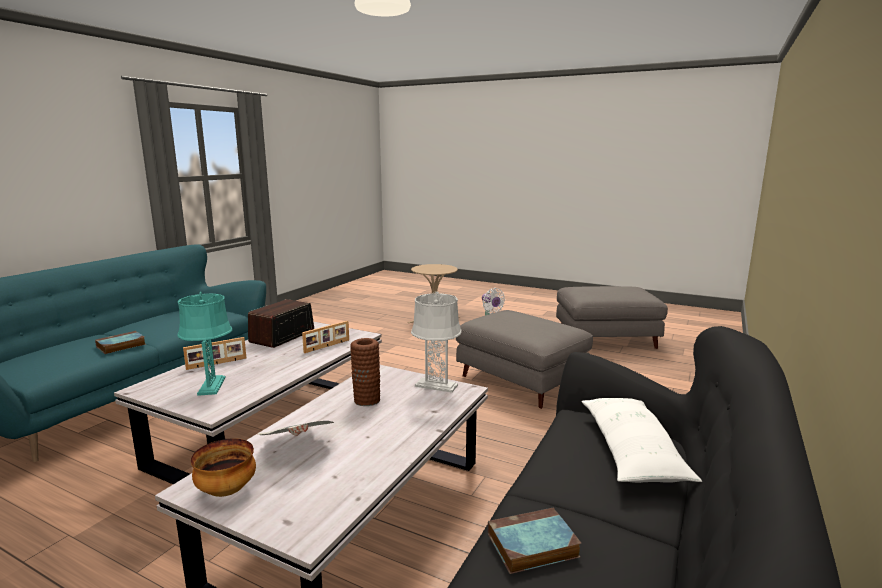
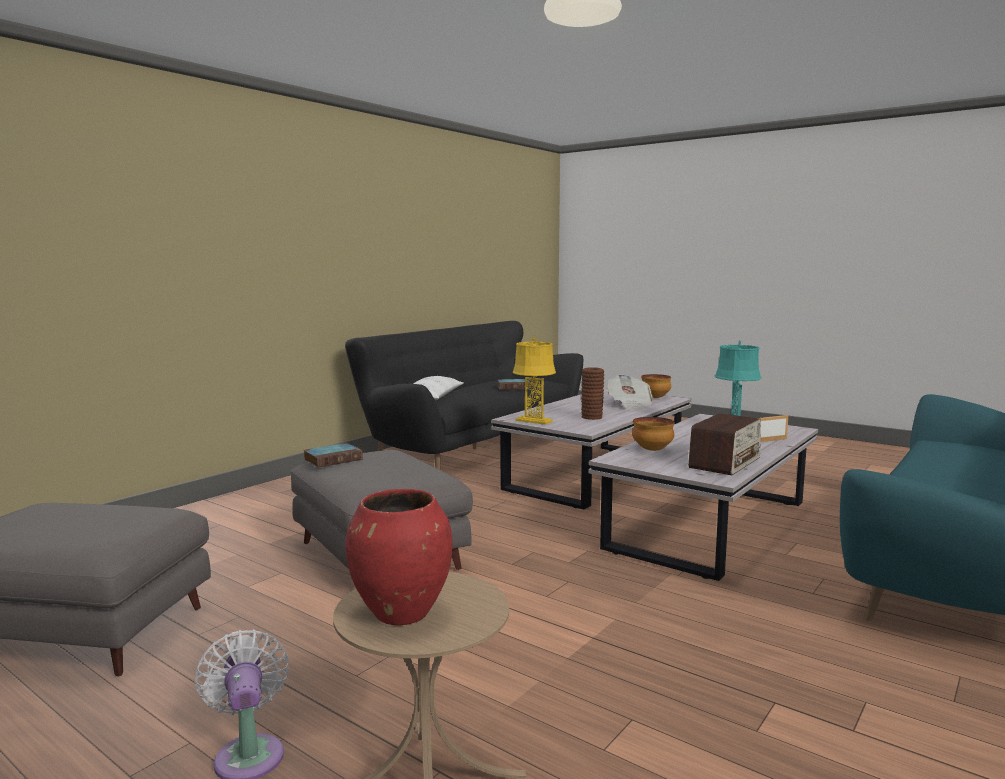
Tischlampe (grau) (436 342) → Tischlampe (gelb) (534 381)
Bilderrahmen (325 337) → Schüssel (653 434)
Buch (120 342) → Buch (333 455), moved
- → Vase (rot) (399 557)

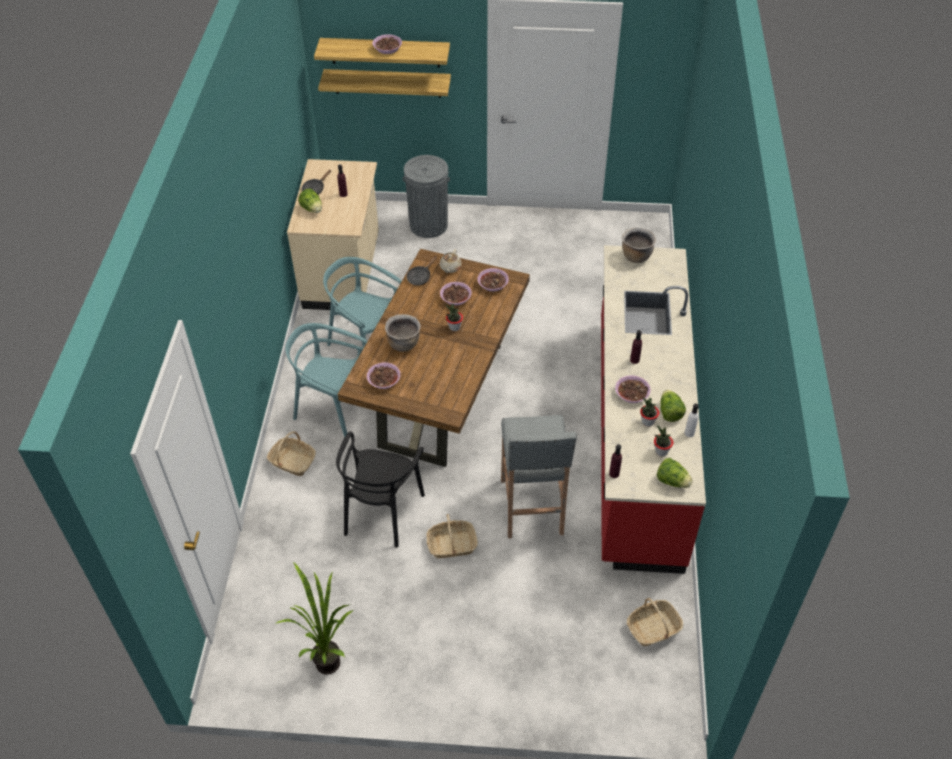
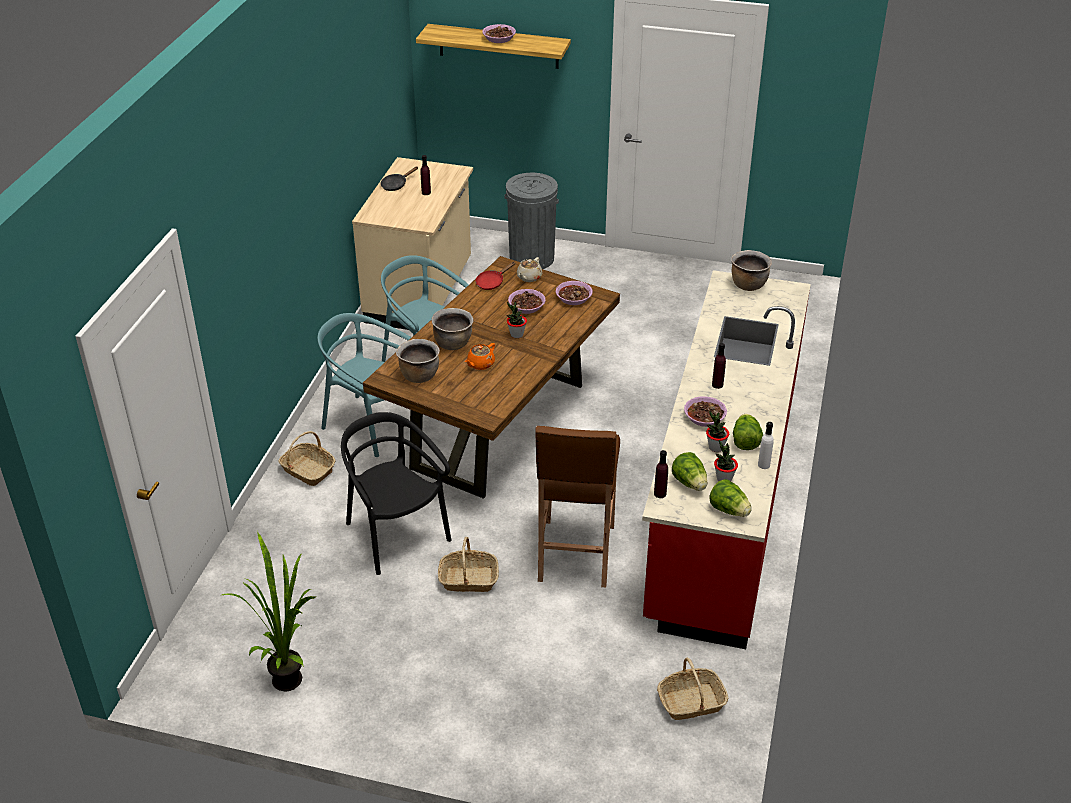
Wandregal (384 83) → -
Salatkopf (310 200) → Salatkopf (690 471), moved
Pfanne (schwarz) (422 271) → Pfanne (rot) (495 276)
Schüssel (384 375) → Kochtopf (braun) (418 361)
Hocker (grau) (539 476) → Hocker (braun) (577 507)
Stuhl (schwarz) (380 490) → Stuhl (schwarz) (396 493), 120 degrees clockwise
- → Teekanne (orange) (480 356)

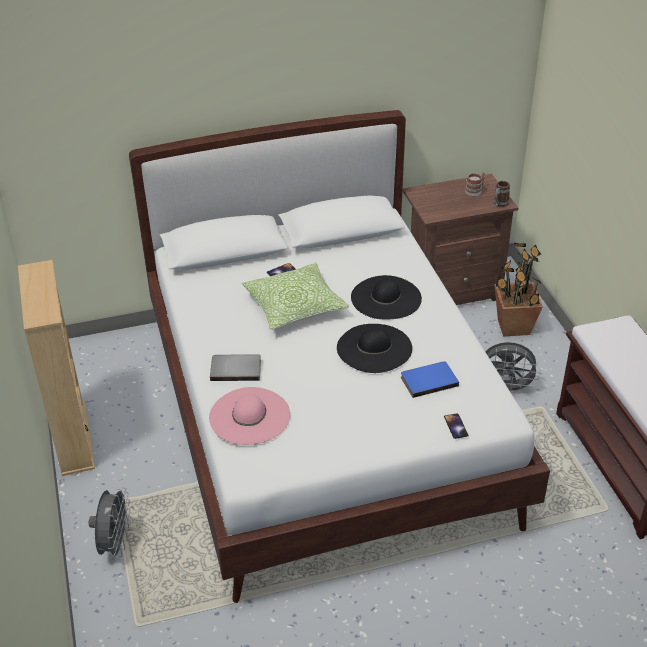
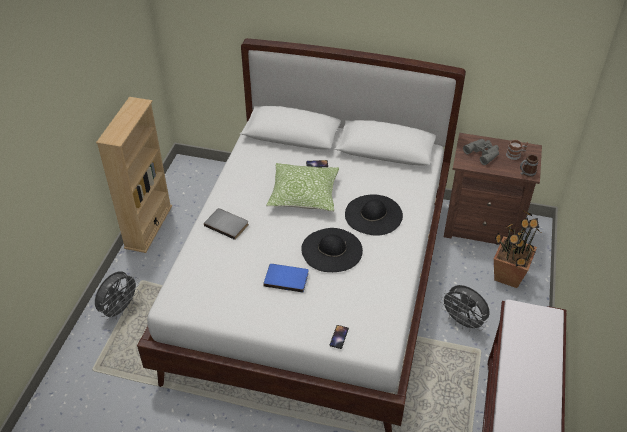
Buch (blau) (430 379) → Buch (blau) (286 278), moved
Hut (rosa) (249 416) → -
- → Fernglas (grau) (481 152)

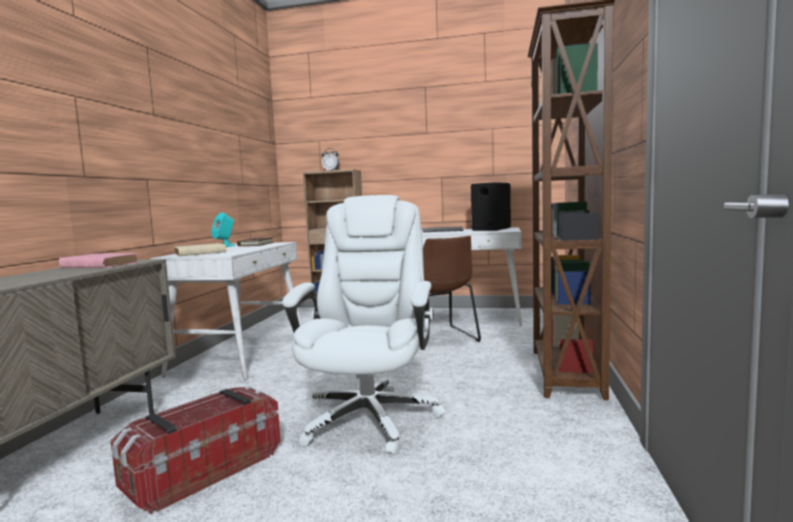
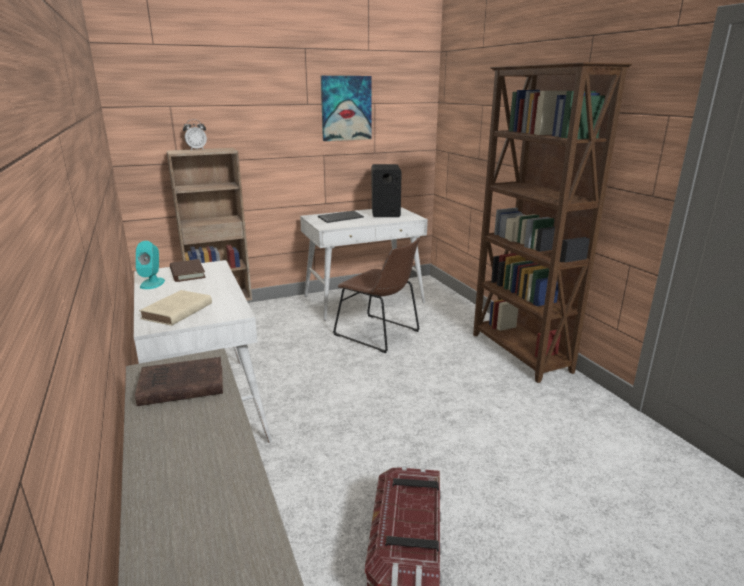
Bürostuhl (weiß) (363 325) → -
Buch (rosa) (99 260) → Buch (braun) (179 381)
- → Bild (346 108)

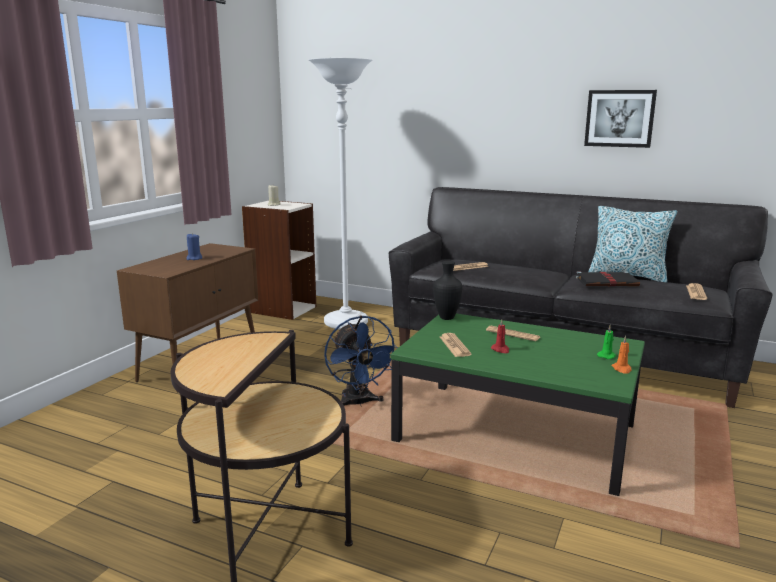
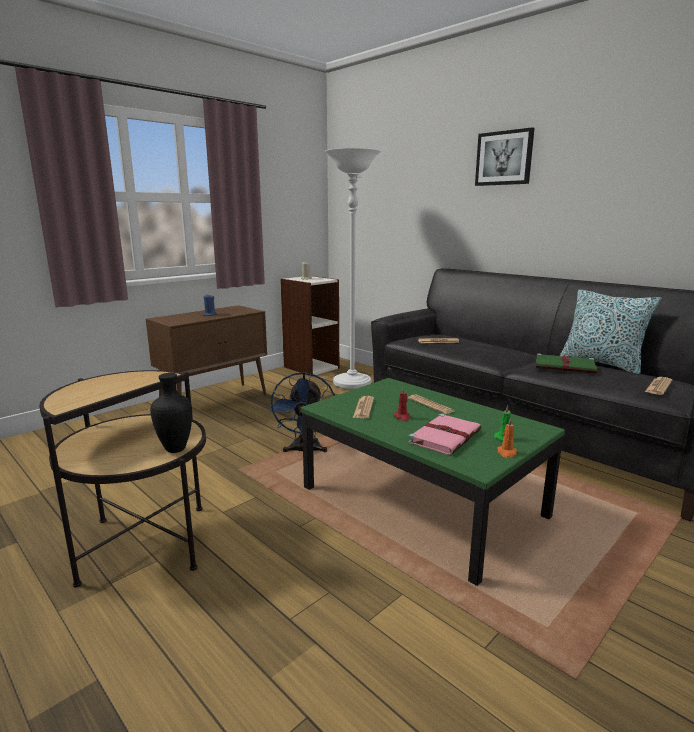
Bild (620 119) → Bild (504 156), moved
Vase (schwarz) (447 290) → Vase (schwarz) (171 413), moved
Buch (schwarz) (608 278) → Buch (grün) (567 363)
- → Buch (rosa) (445 434)

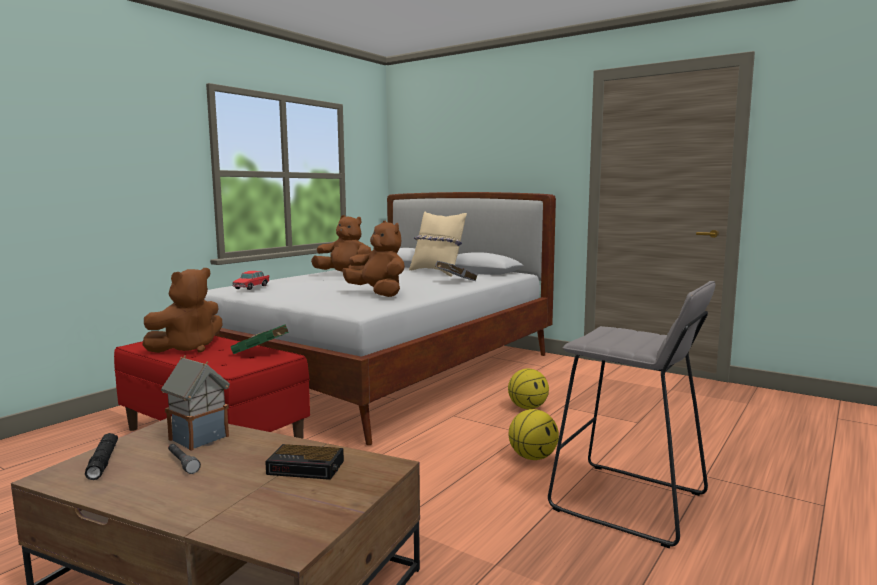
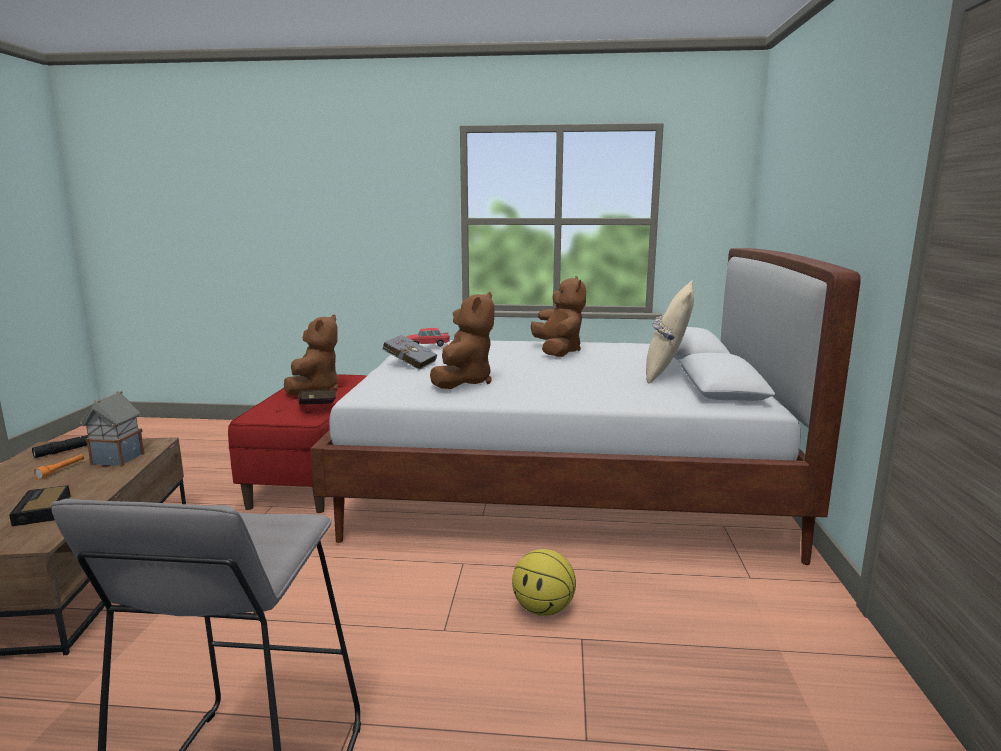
Buch (grau) (456 271) → Buch (grau) (409 352), moved
Plüschtier (braun) (182 310) → Plüschtier (braun) (311 355), 90 degrees counterclockwise
Buch (grün) (259 339) → Buch (rot) (317 397)
Basketball (534 434) → -
Taschenlampe (grau) (184 459) → Taschenlampe (orange) (59 466)

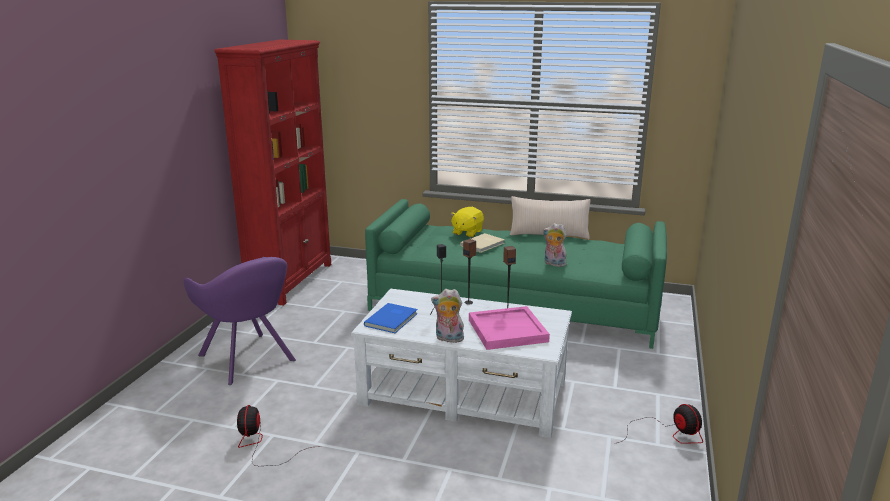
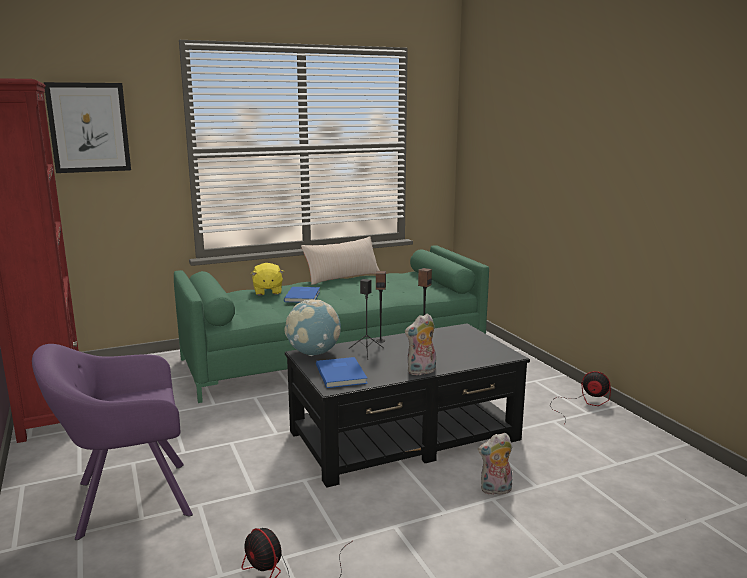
Plüschtier (555 245) → Plüschtier (495 464), moved
Buch (beige) (482 243) → Buch (blau) (302 294)
Sessel (lila) (239 321) → Sessel (lila) (112 442), 150 degrees clockwise
Couchtisch (weiß) (461 363) → Couchtisch (schwarz) (407 406)
Tablett (rosa) (509 328) → -
- → Bild (87 127)
- → Globus (313 327)

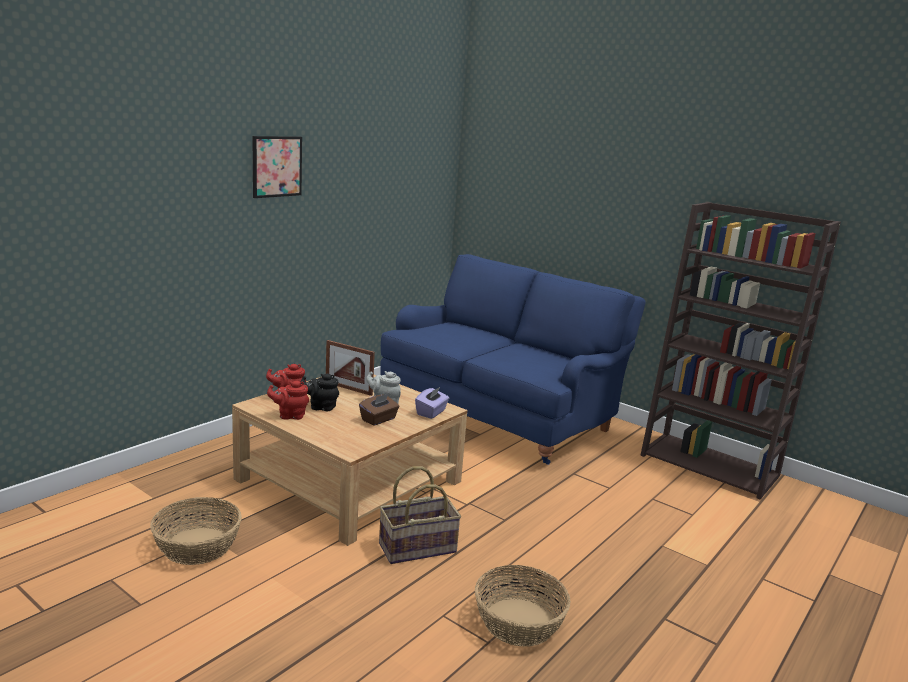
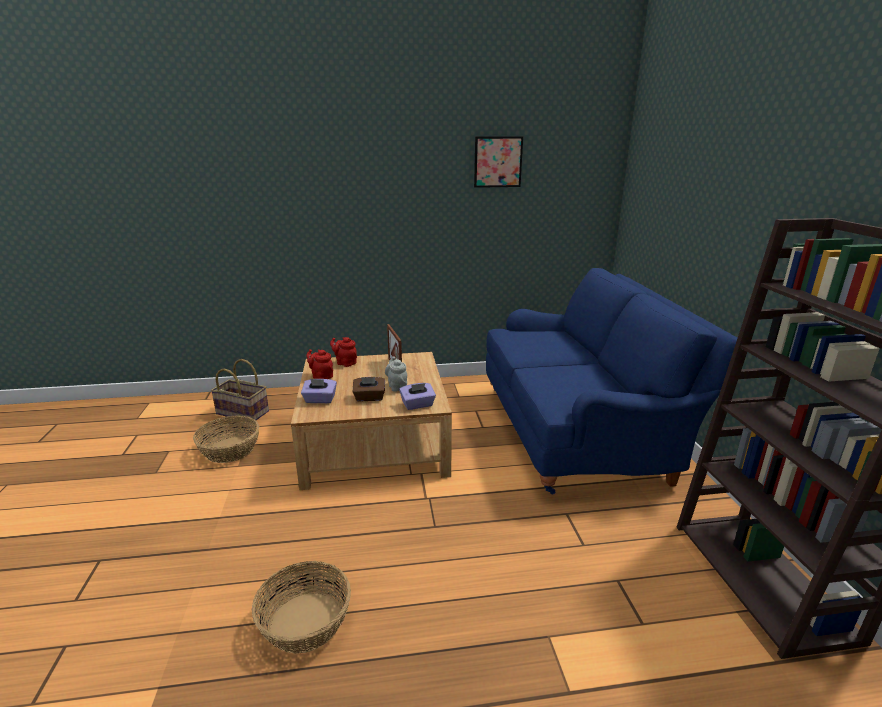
Bild (277 167) → Bild (498 162), moved
Teekanne (schwarz) (319 392) → -
Korb (420 515) → Korb (240 390), moved
- → Taschentuchbox (lila) (319 391)

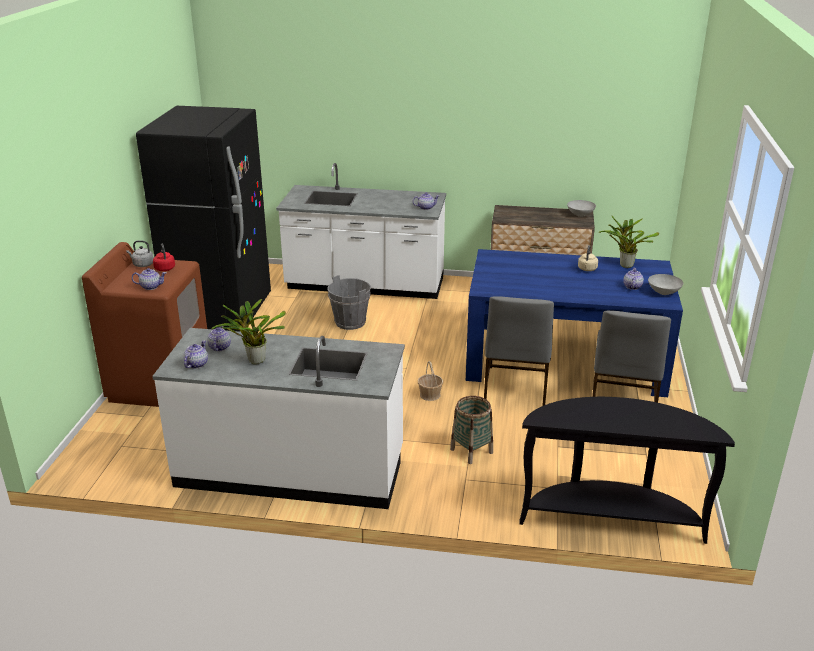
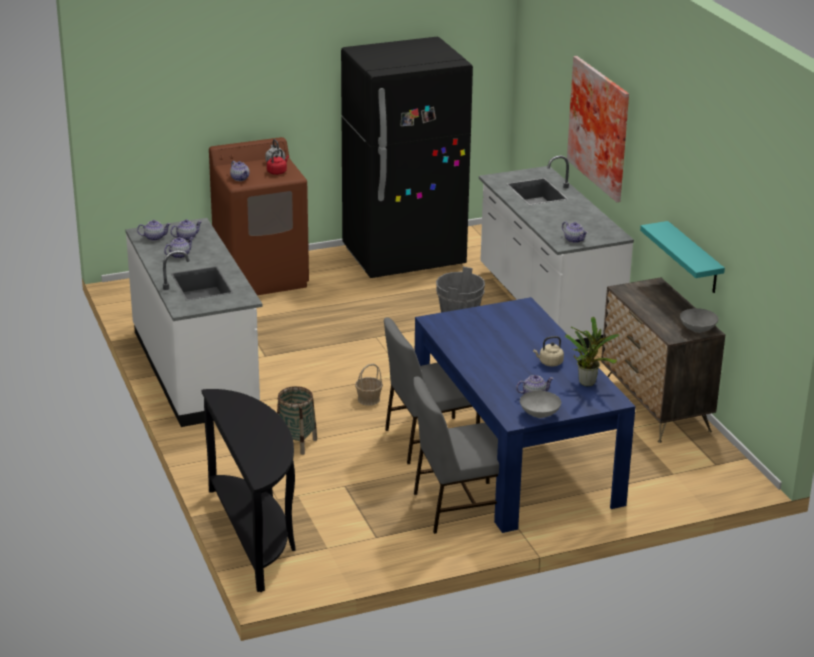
Topfpflanze (249 331) → Teekanne (178 248)
- → Bild (598 129)
- → Wandregal (türkis) (682 257)

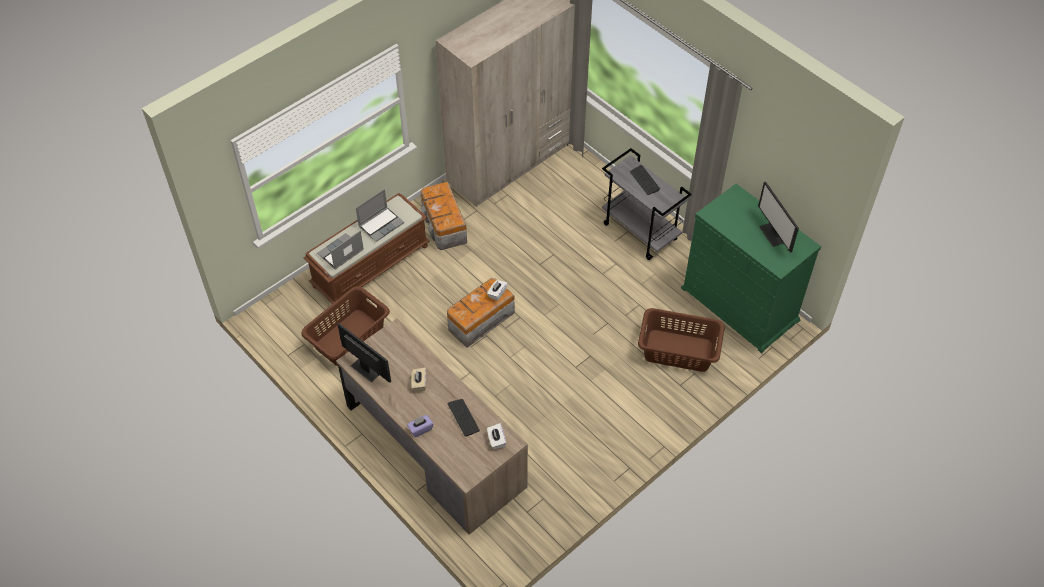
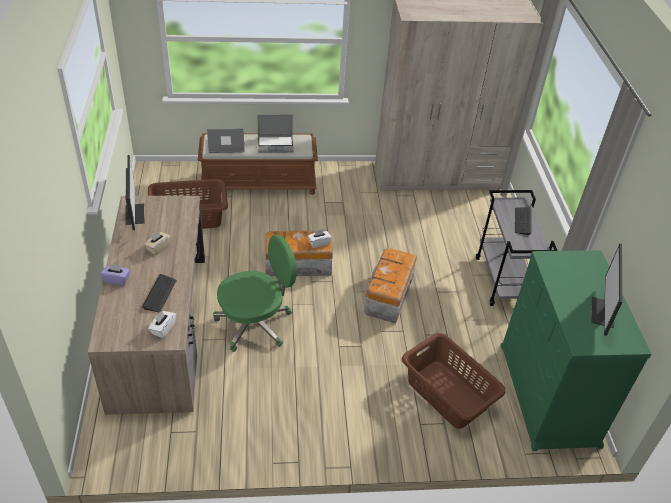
Aufbewahrungsbox (443 216) → Aufbewahrungsbox (390 285), moved
- → Bürostuhl (grün) (255 293)

